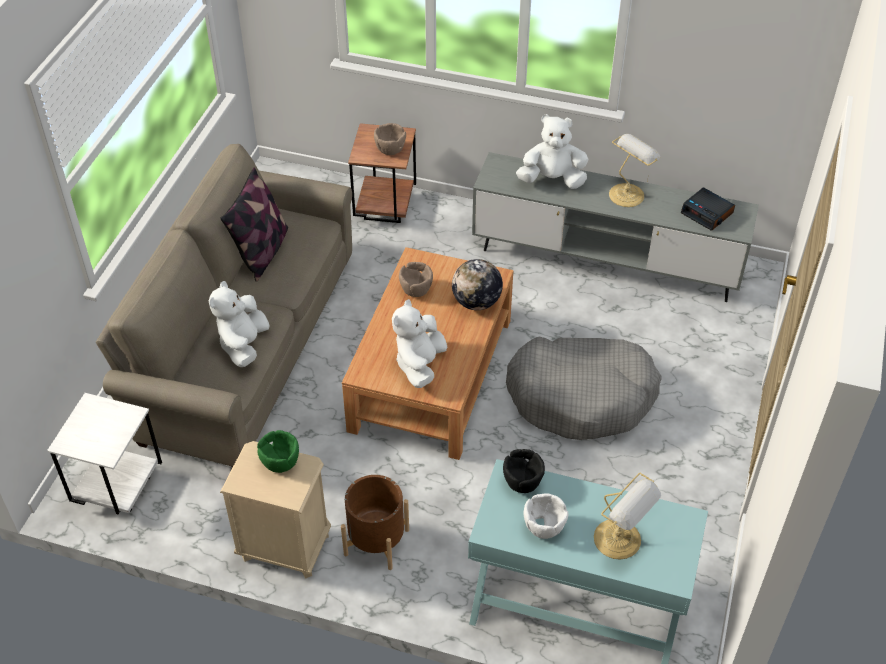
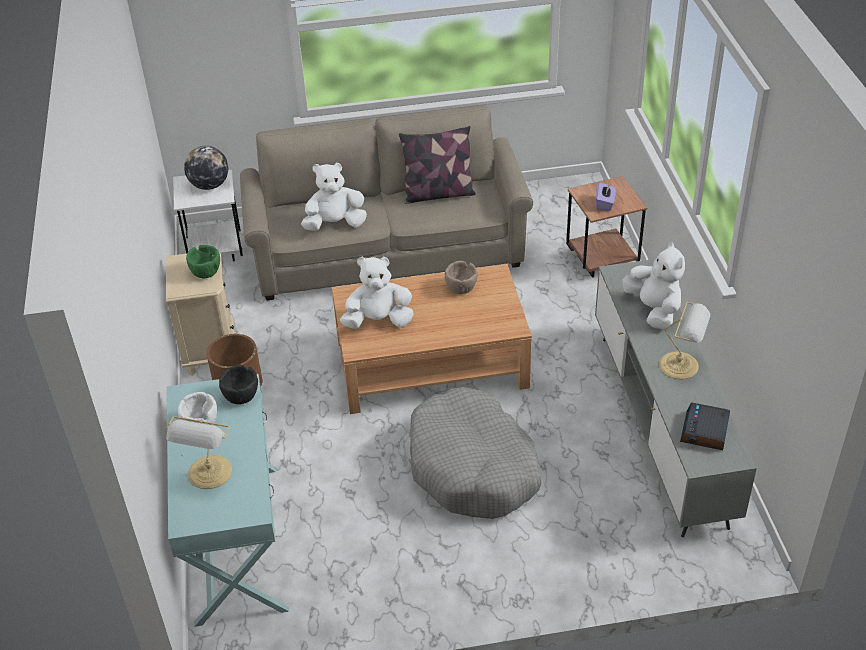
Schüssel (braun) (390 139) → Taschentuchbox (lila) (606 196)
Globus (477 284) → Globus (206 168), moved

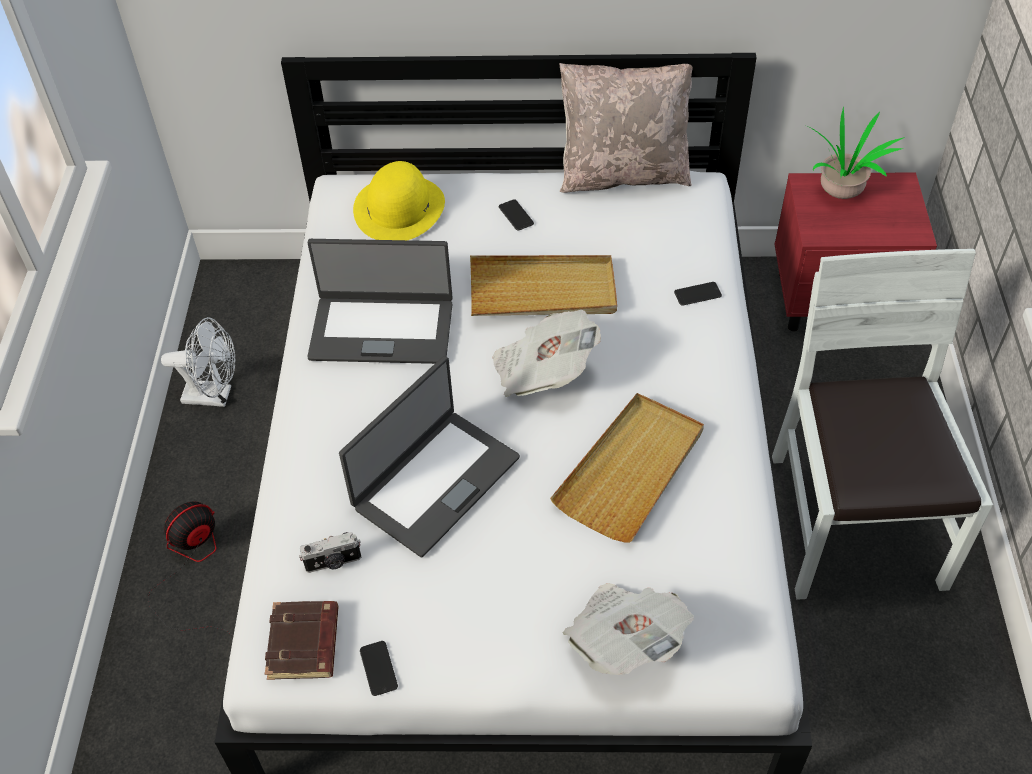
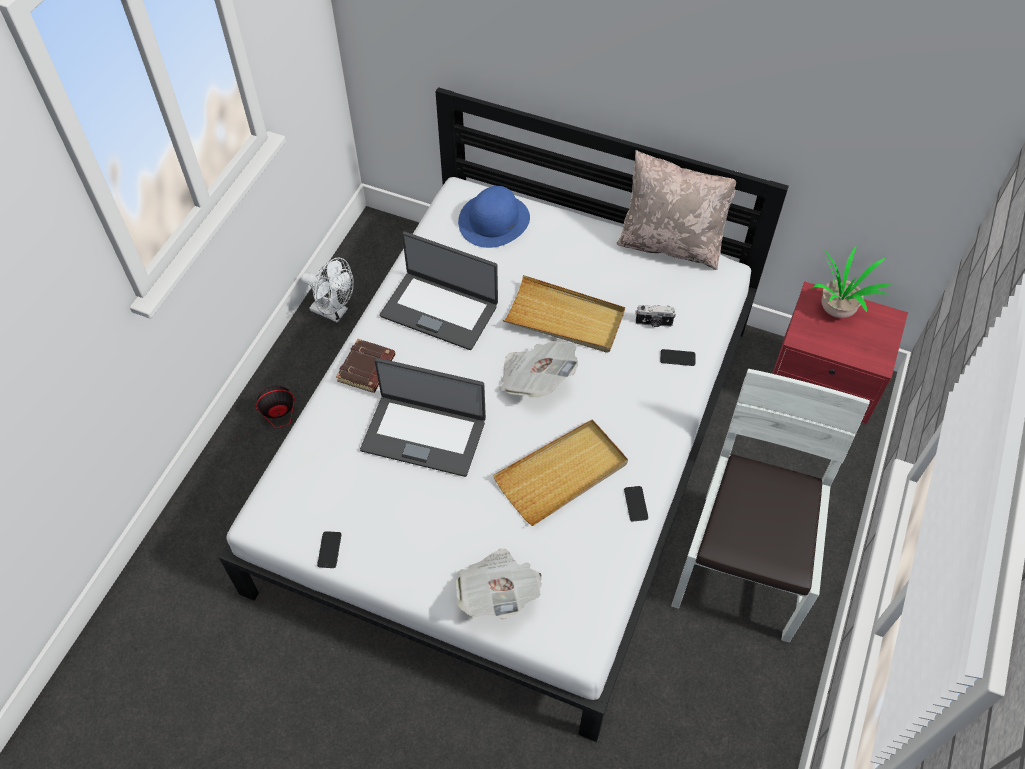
Hut (gelb) (399 200) → Hut (blau) (494 217)
Handy (516 215) → Handy (636 504), moved
Laptop (429 456) → Laptop (423 417), 45 degrees clockwise
Kamera (330 552) → Kamera (656 316), moved
Buch (braun) (301 640) → Buch (braun) (365 366), moved

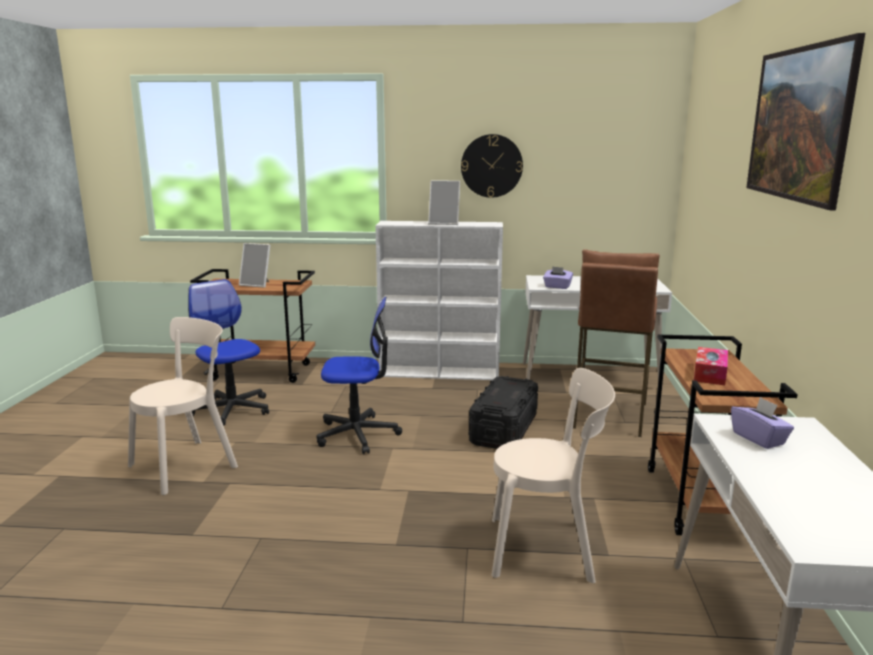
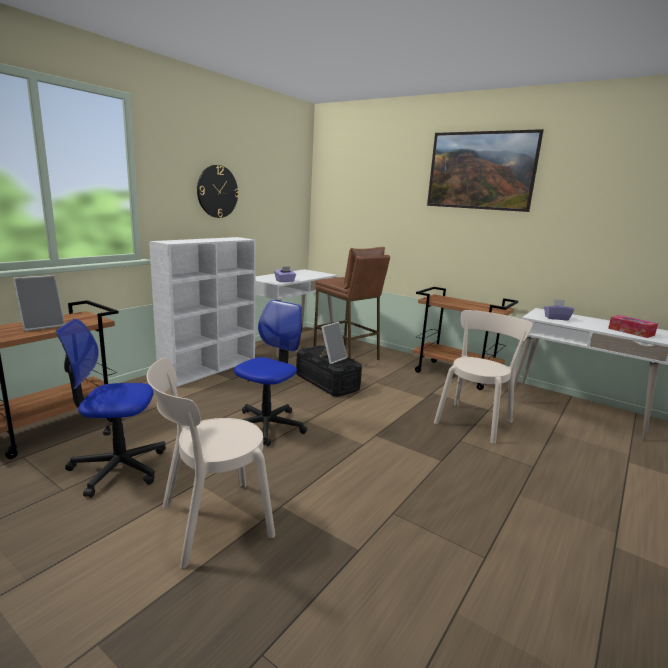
Bilderrahmen (444 202) → Bilderrahmen (333 343), moved
Stuhl (beige) (183 406) → Stuhl (beige) (211 463), 105 degrees counterclockwise
Taschentuchbox (711 366) → Taschentuchbox (633 326), moved

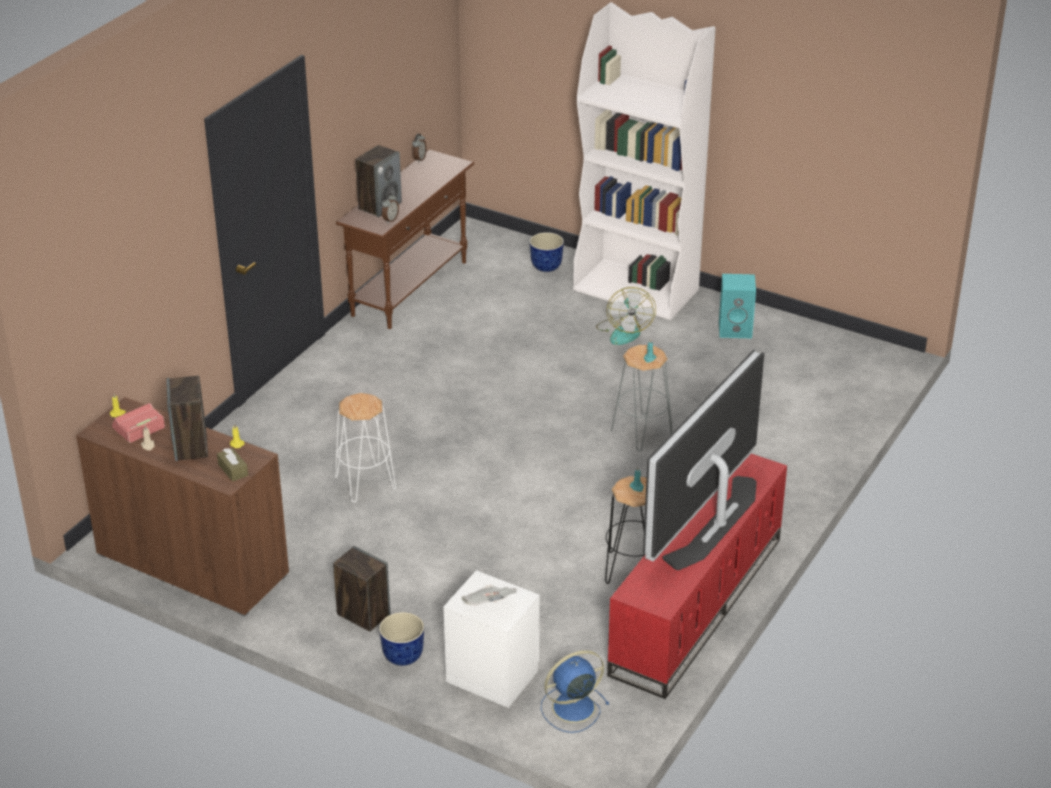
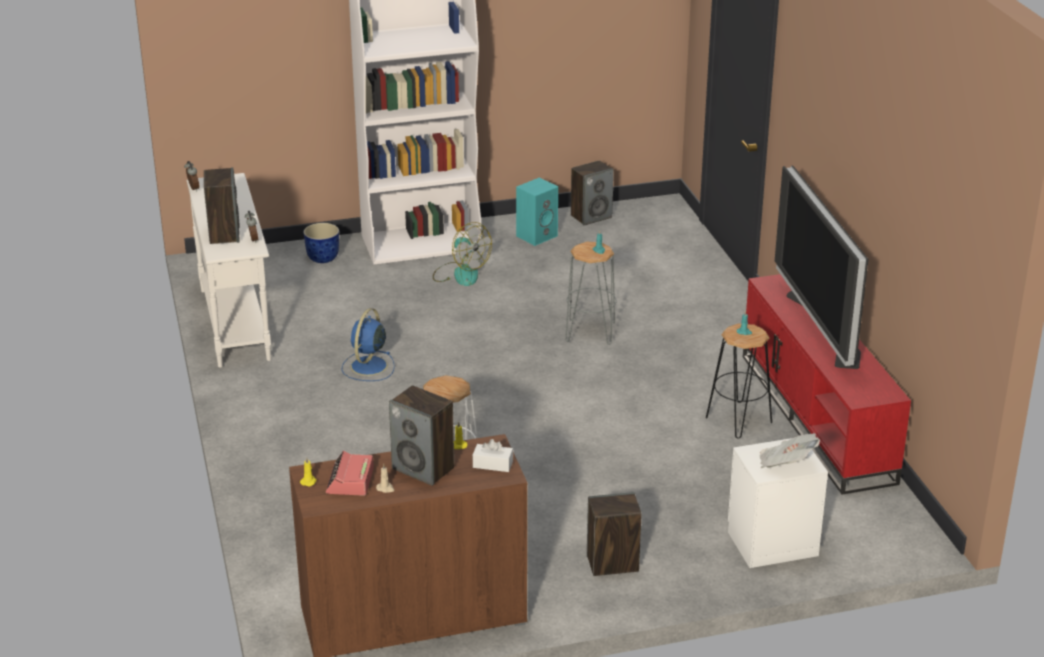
Konsolentisch (braun) (405 239) → Konsolentisch (weiß) (229 270)
Taschentuchbox (braun) (232 465) → Taschentuchbox (weiß) (493 455)
Pflanzkübel (401 639) → -
Ventilator (blau) (575 691) → Ventilator (blau) (368 344), moved
- → Lautsprecher (592 192)

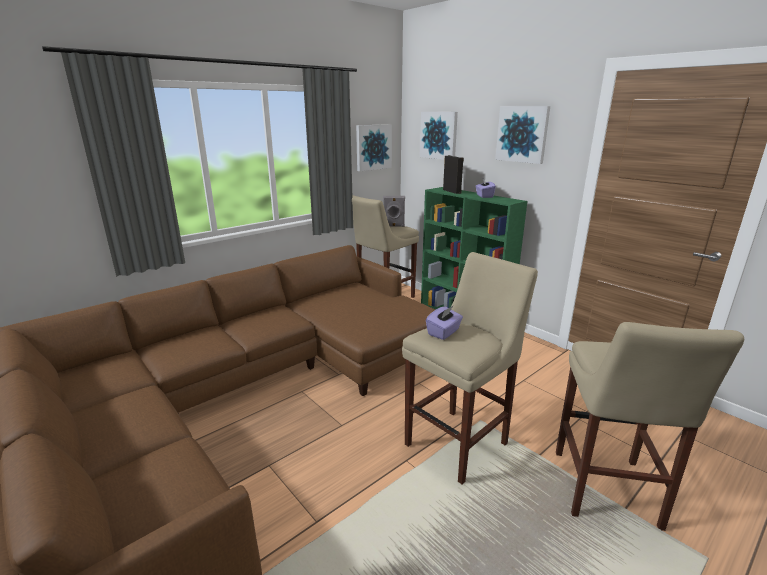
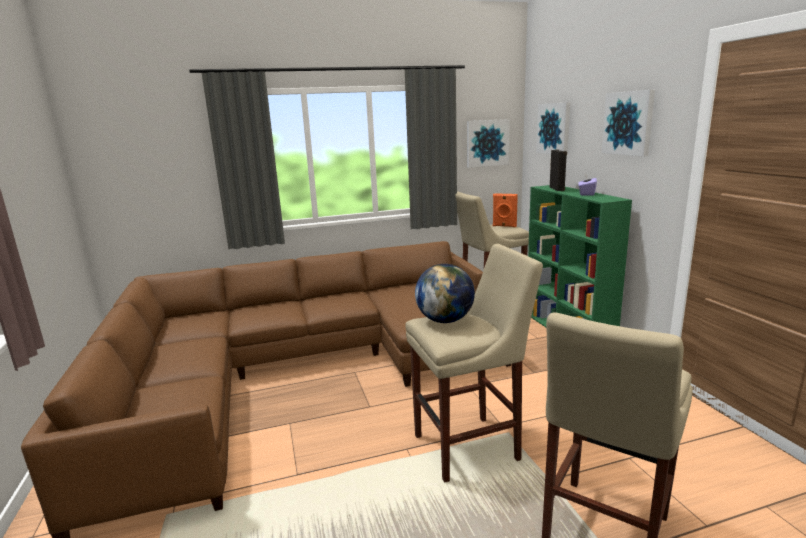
Lautsprecher (grau) (394 211) → Lautsprecher (orange) (505 210)
Taschentuchbox (lila) (444 323) → Globus (445 293)

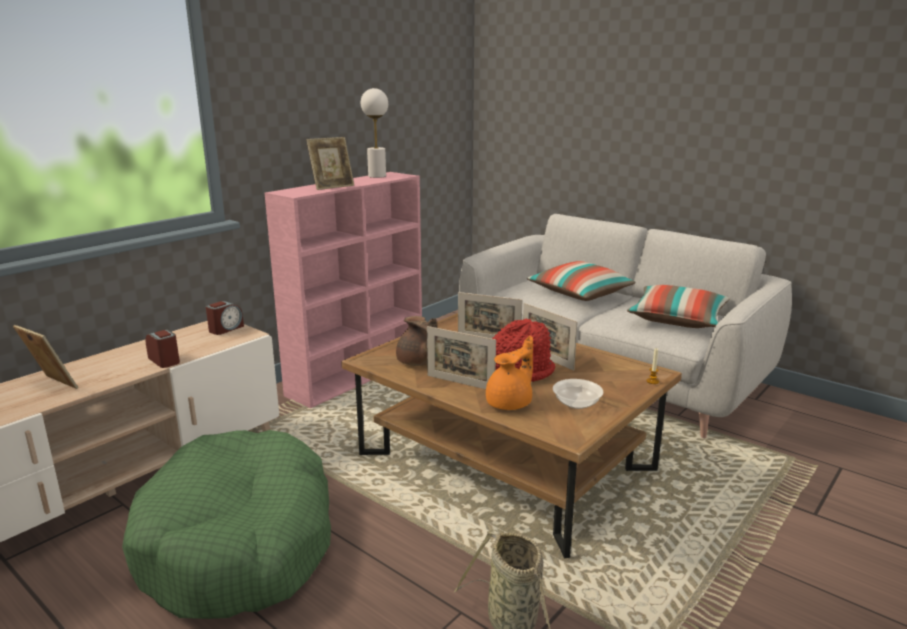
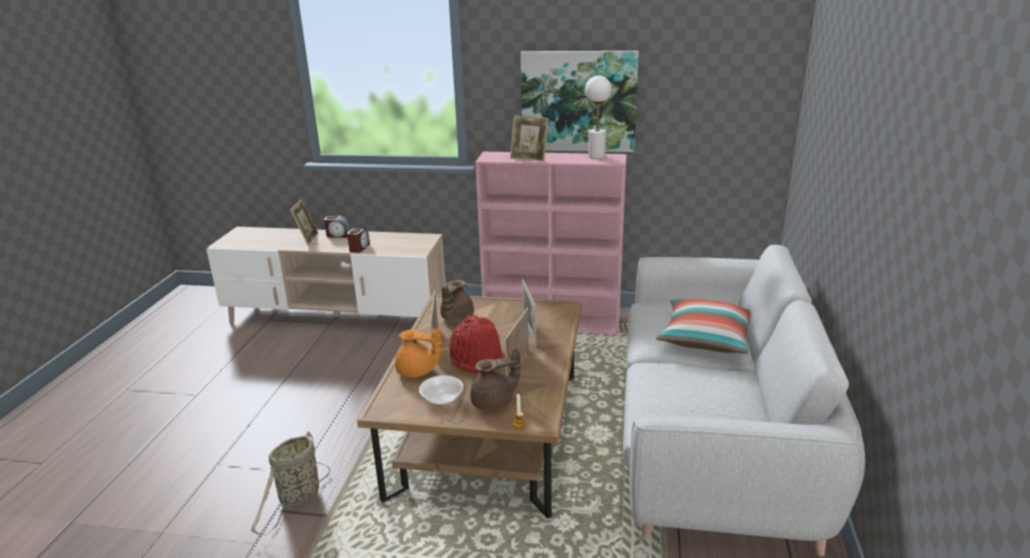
Kissen (678 306) → -
Wecker (225 318) → Wecker (337 227), moved
Hundebett (grün) (226 524) → -
- → Bild (579 101)
- → Teekanne (braun) (495 379)

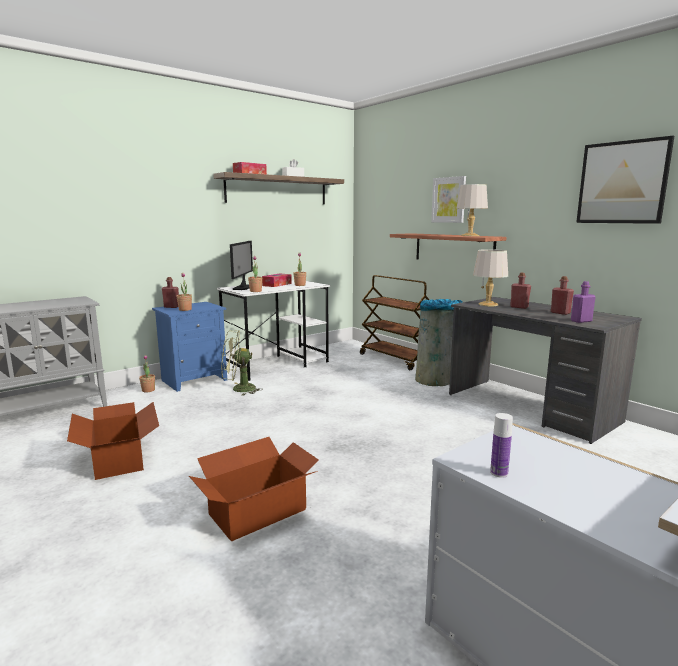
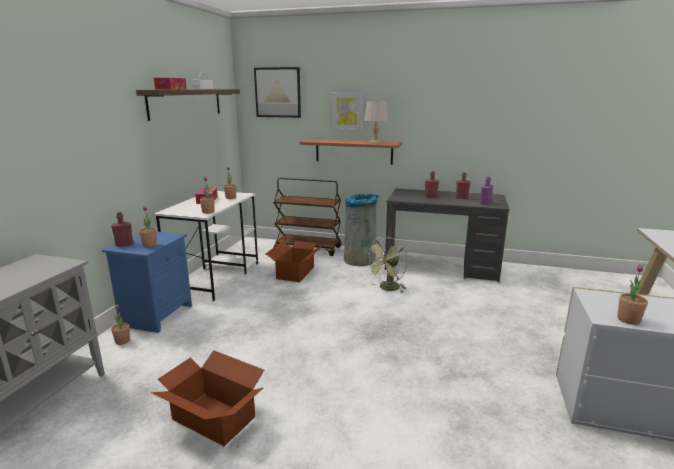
Bild (625 180) → Bild (277 92), moved
Monitor (241 265) → -
Tischlampe (grau) (490 277) → -
Ventilator (grün) (242 363) → Ventilator (grün) (386 265), moved
Flasche (501 445) → Topfpflanze (632 294)
Karton (254 489) → Karton (294 261), moved

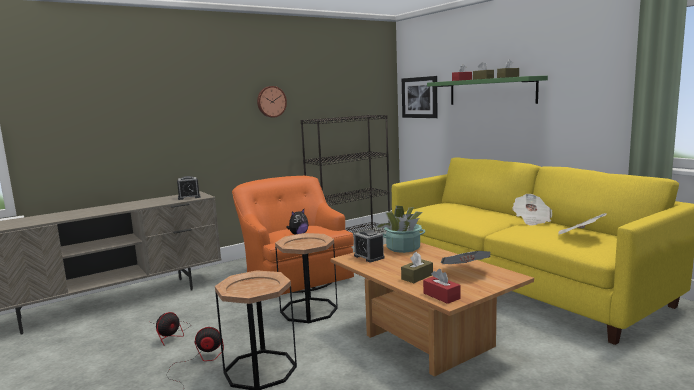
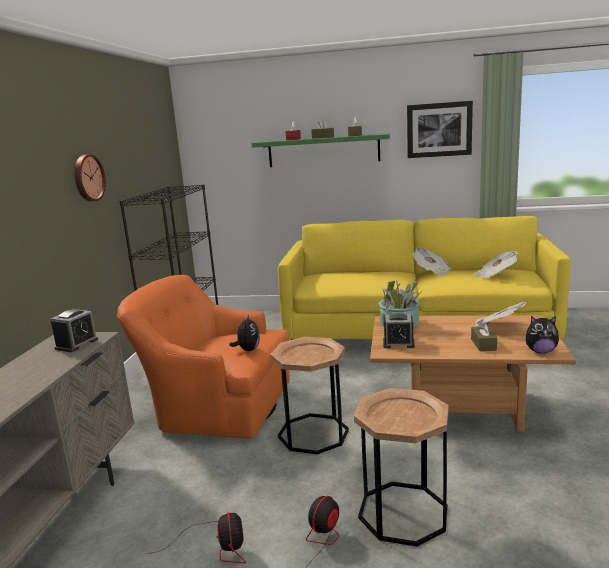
Bild (419 97) → Bild (440 129), moved
Taschentuchbox (rot) (441 286) → Plüschtier (542 335)

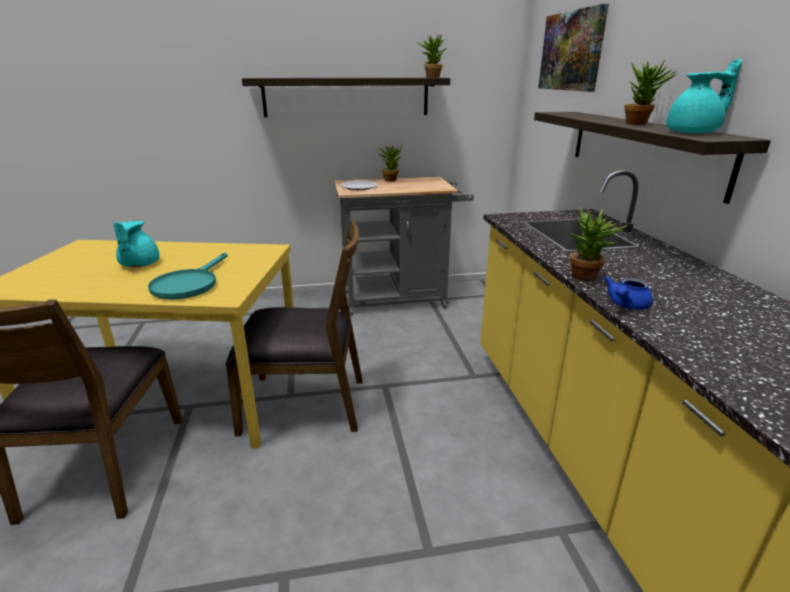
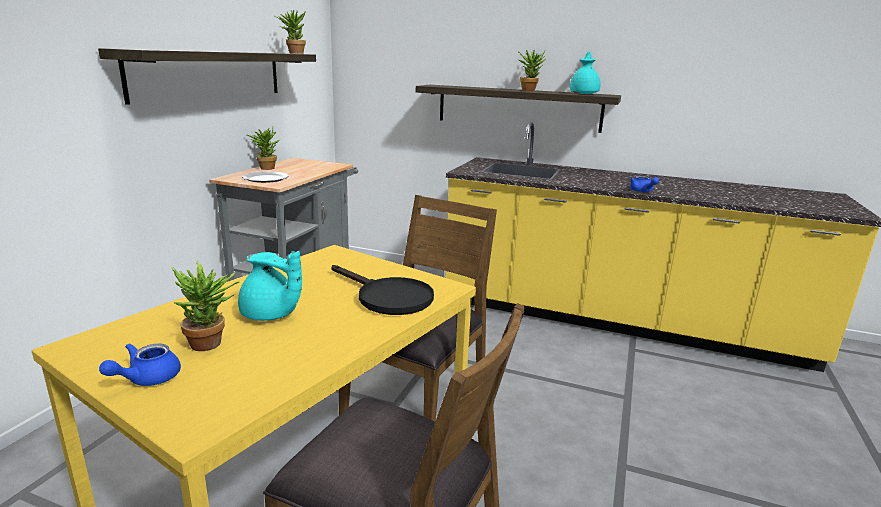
Bild (573 48) → -
Topfpflanze (599 244) → Topfpflanze (205 306), moved
Pfanne (türkis) (188 276) → Pfanne (schwarz) (382 290)
- → Teekanne (blau) (140 364)

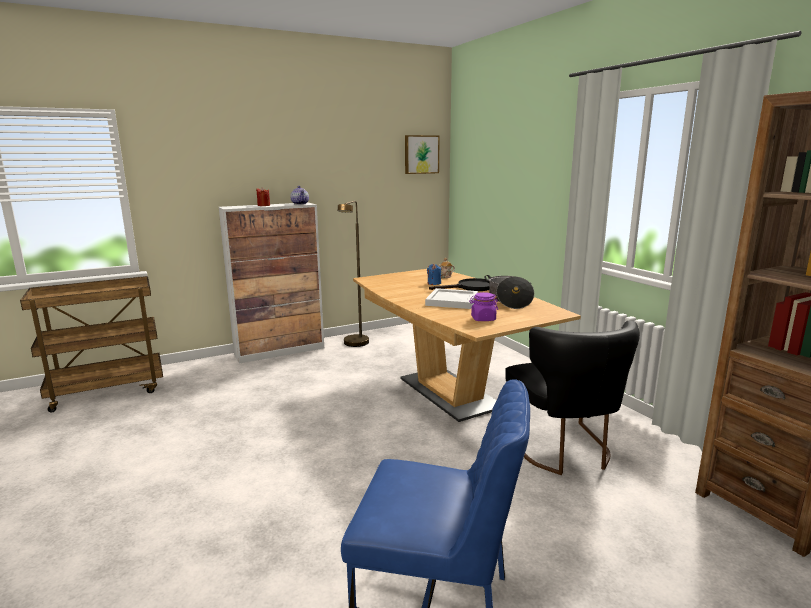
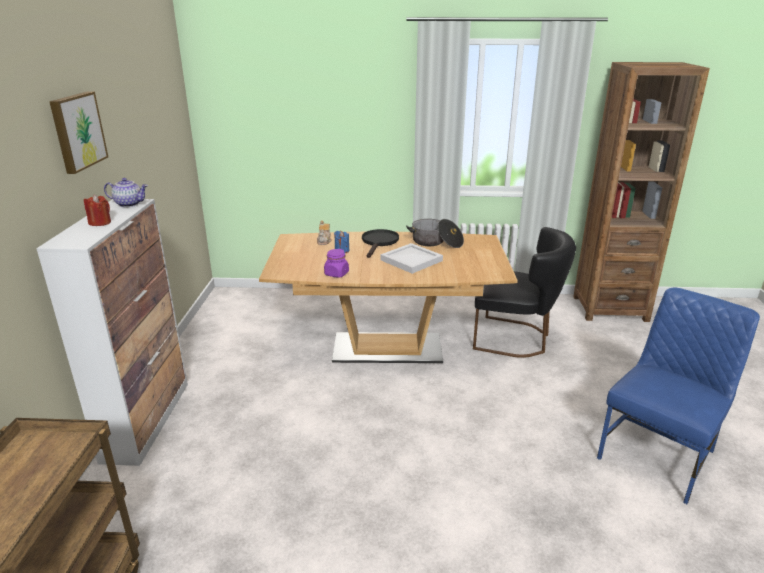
Bild (422 154) → Bild (78 133), moved
Stehlampe (braun) (353 274) → -
Vorratsglas (lila) (483 306) → Vorratsglas (lila) (336 263), moved

